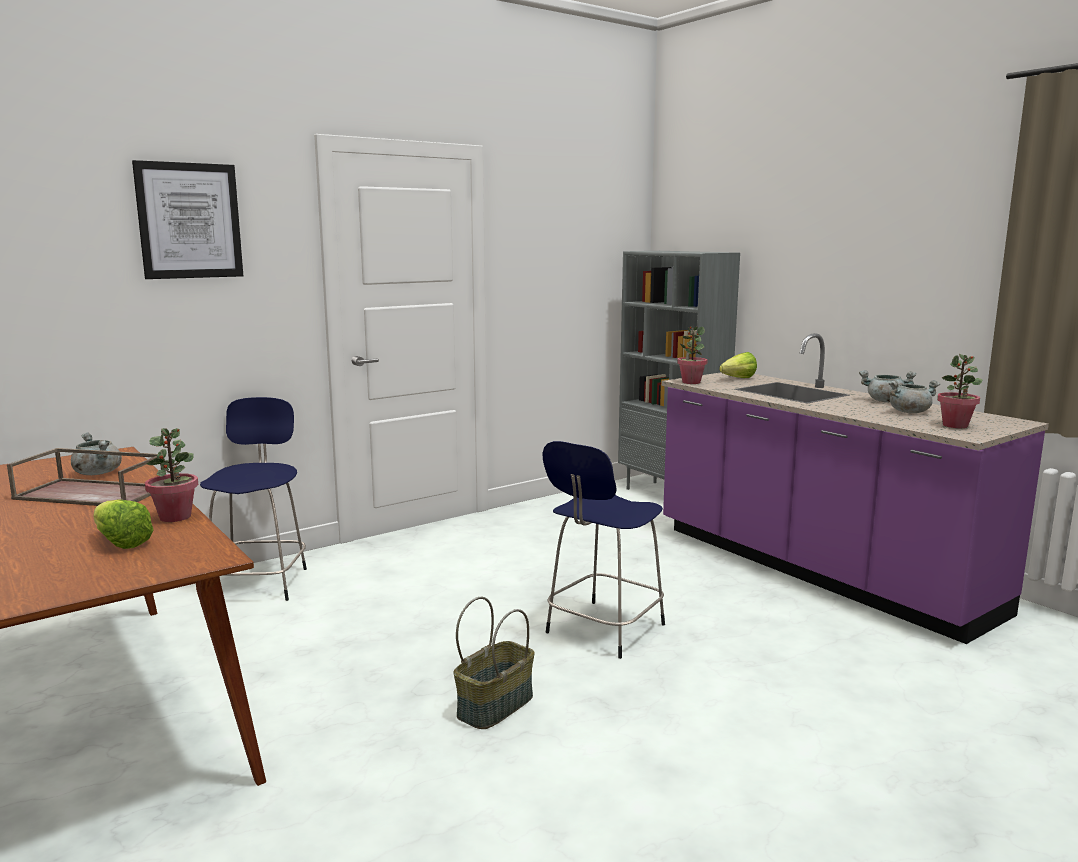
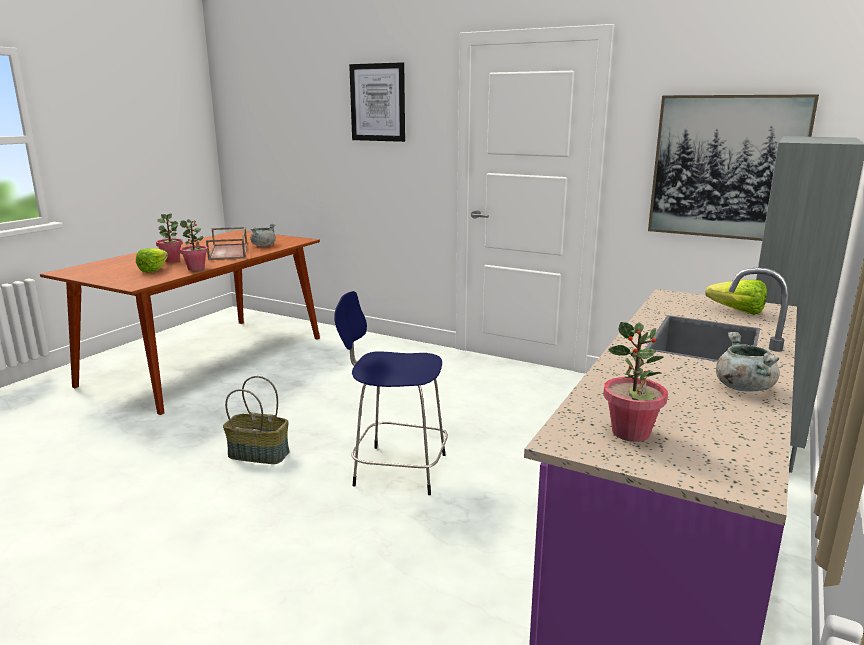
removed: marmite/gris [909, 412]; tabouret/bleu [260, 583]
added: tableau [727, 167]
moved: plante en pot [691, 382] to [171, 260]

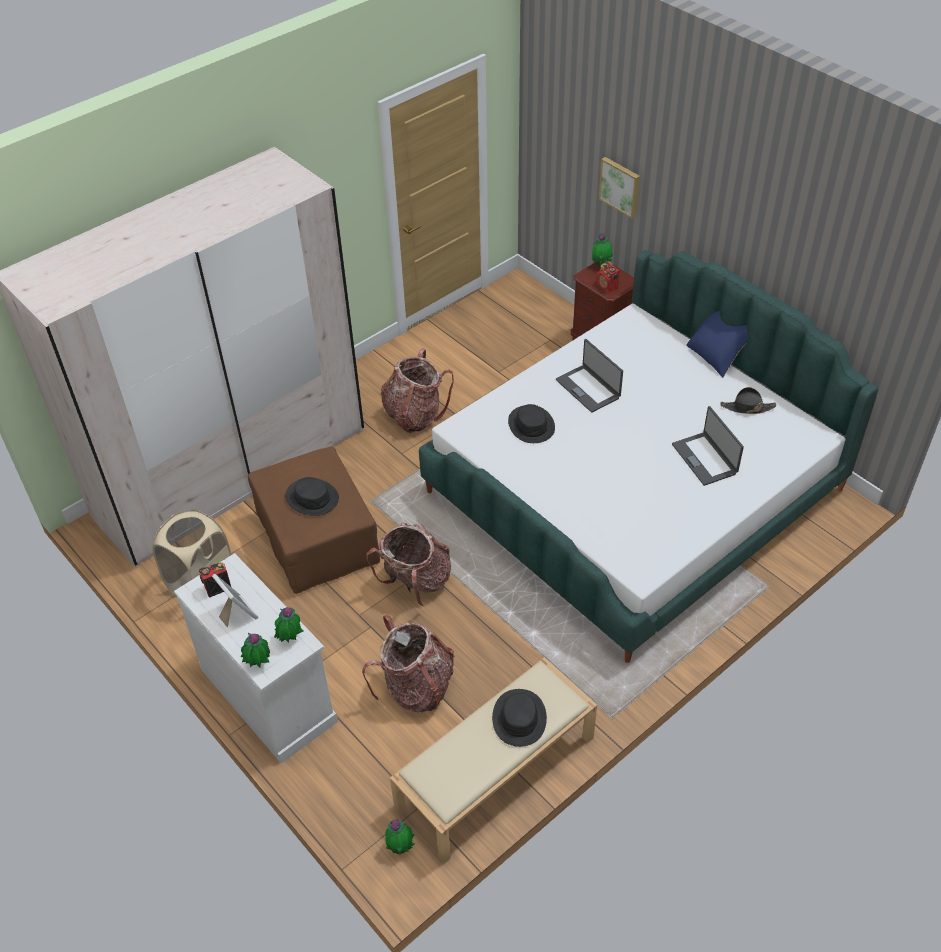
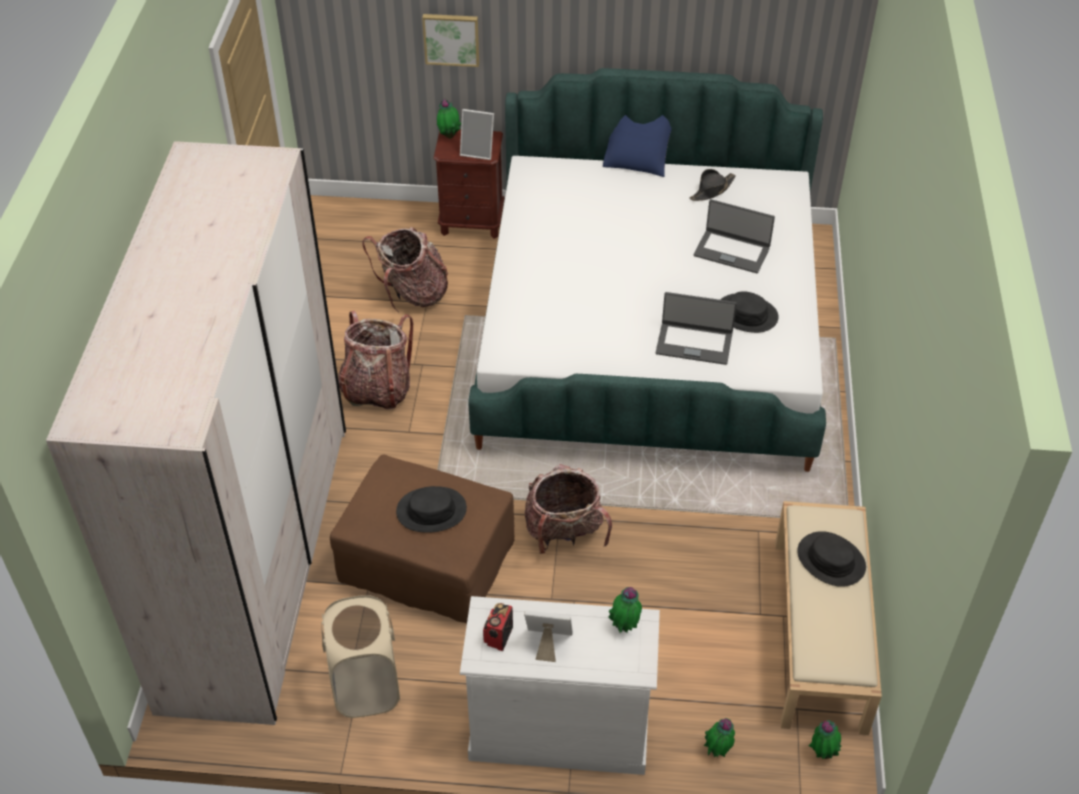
moved: ordinateur portable [588, 388] to [694, 343]; chapeau/noir [531, 425] to [746, 314]; sac à dos [416, 687] to [413, 294]; plante en pot [258, 664] to [717, 751]
replaced: radio [607, 286] to cadre photo [478, 151]

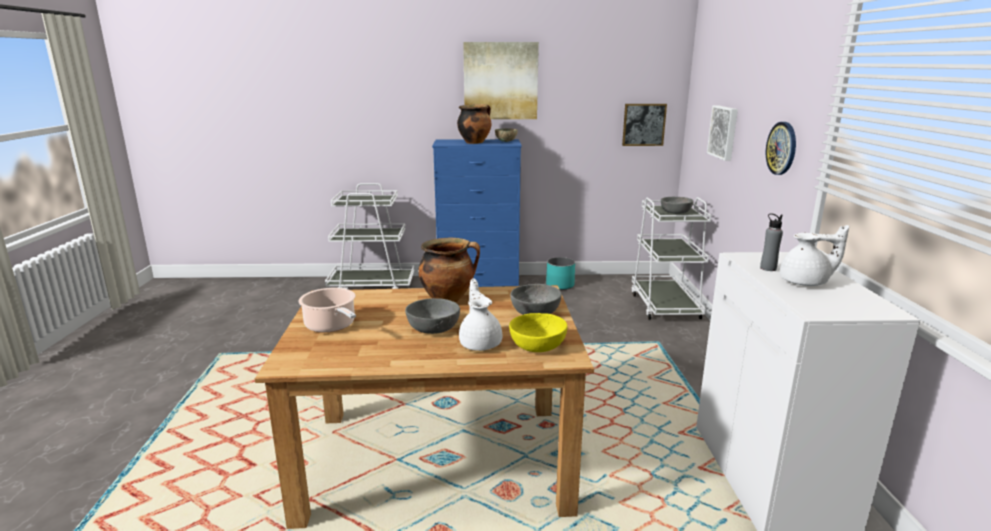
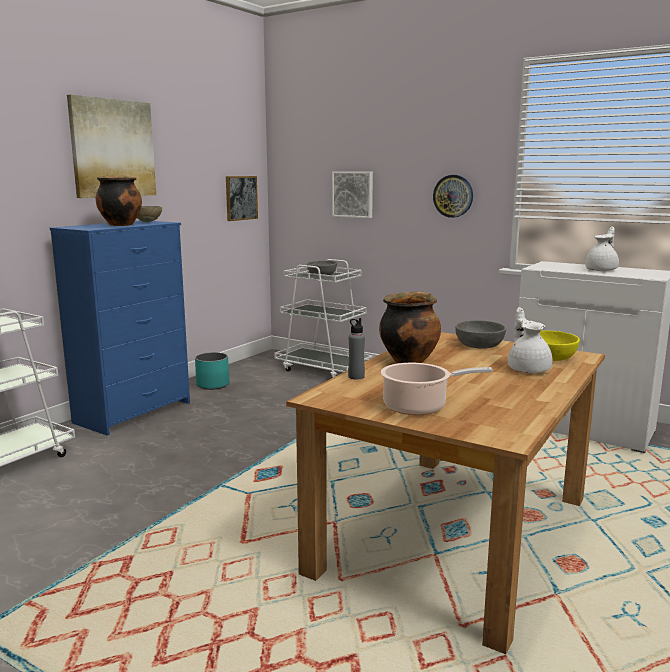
removed: bol/gris [433, 327]
moved: bouteille/gris [768, 268] to [356, 377]
turned: théière/blanc [480, 343] = [528, 369] 60 degrees clockwise

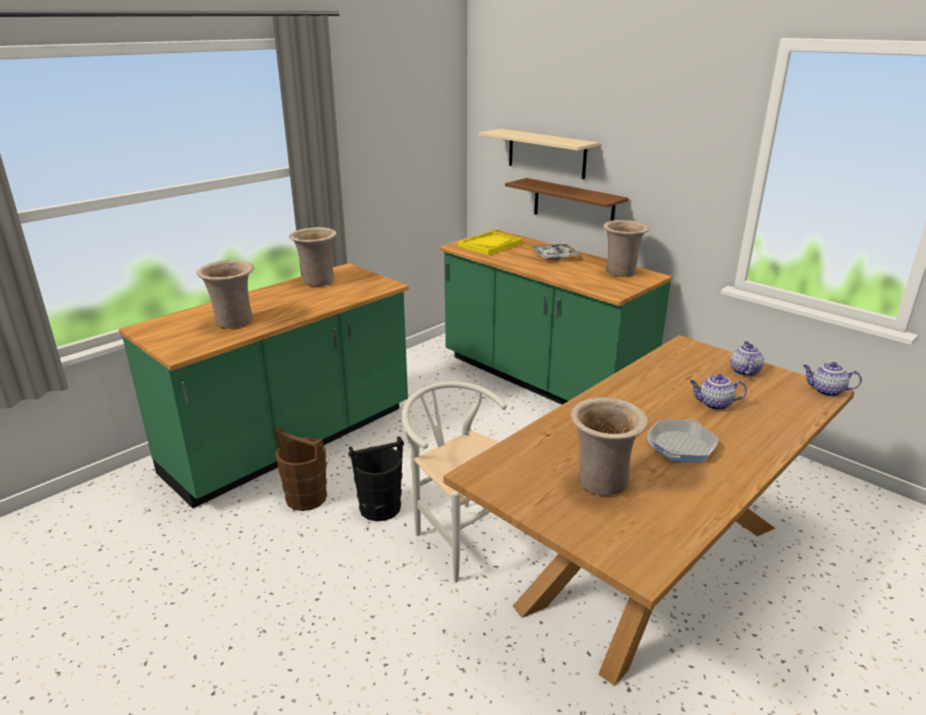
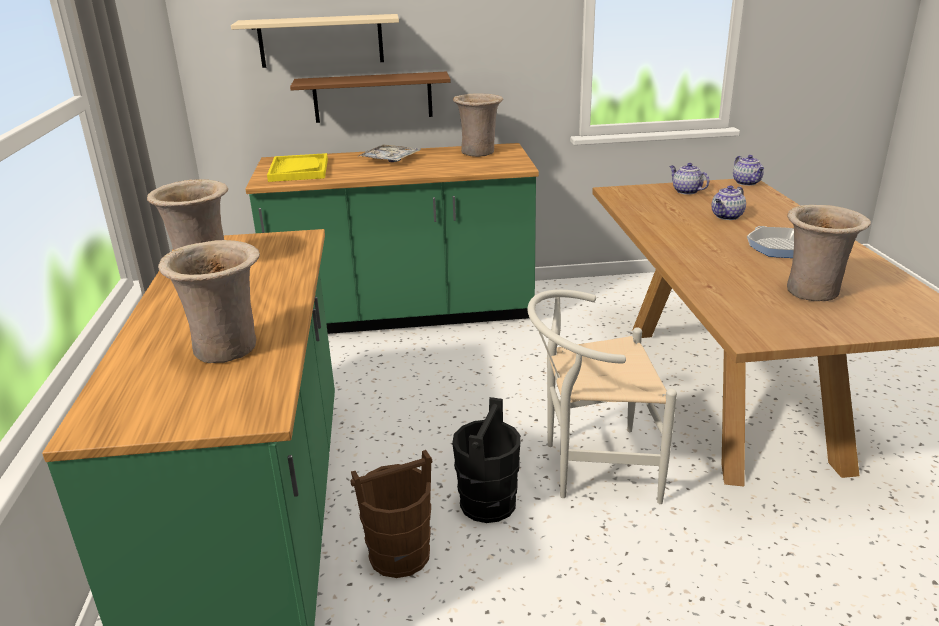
turned: théière [826, 391] = [747, 183] 75 degrees counterclockwise

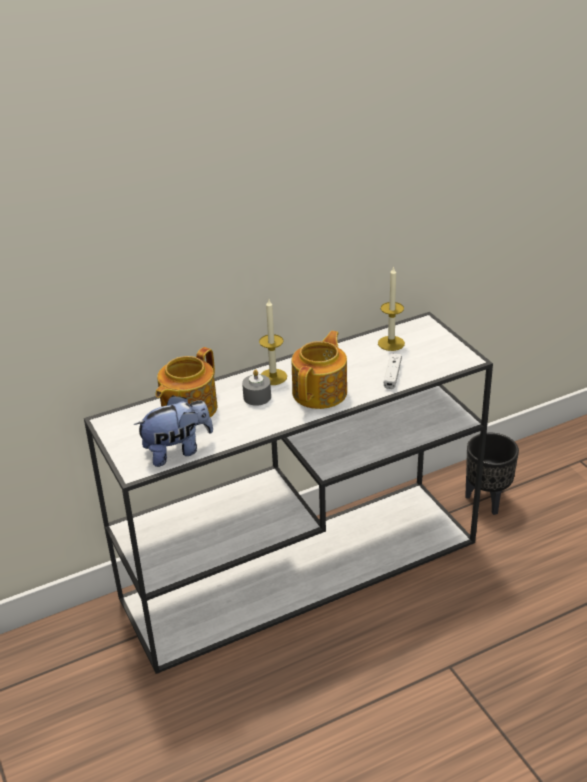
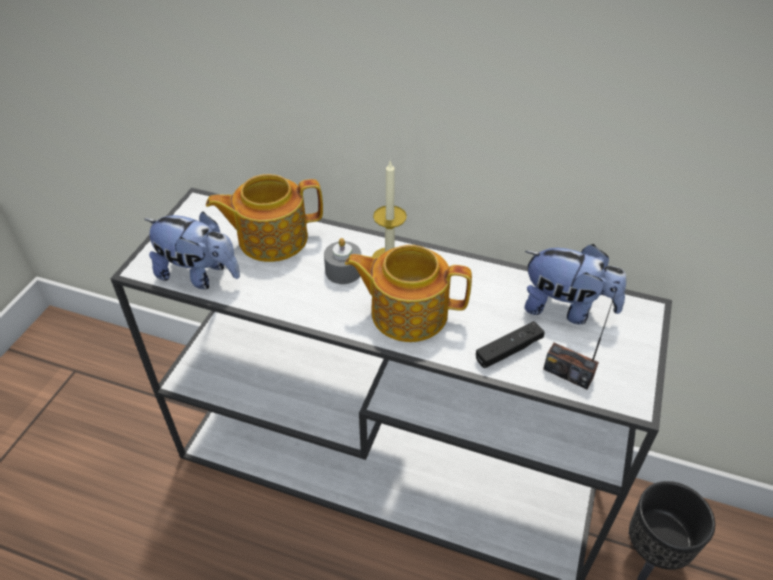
added: radio [568, 373]
replaced: bougie [391, 343] to peluche [566, 309]
recoloured: manette/blanc [392, 375] to manette/noir [508, 350]
turned: théière [321, 392] = [407, 312] 150 degrees counterclockwise

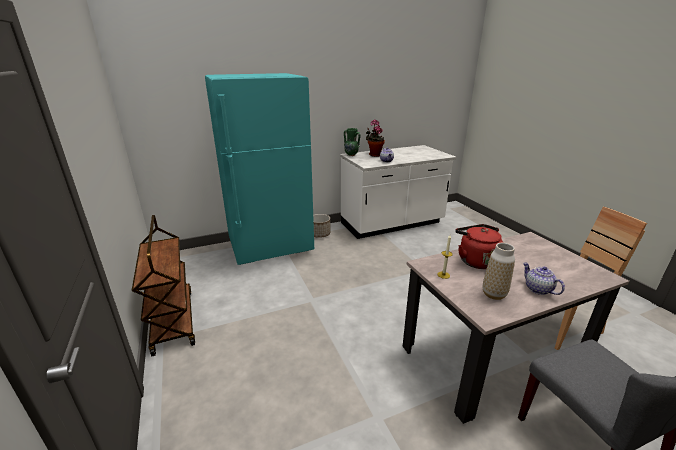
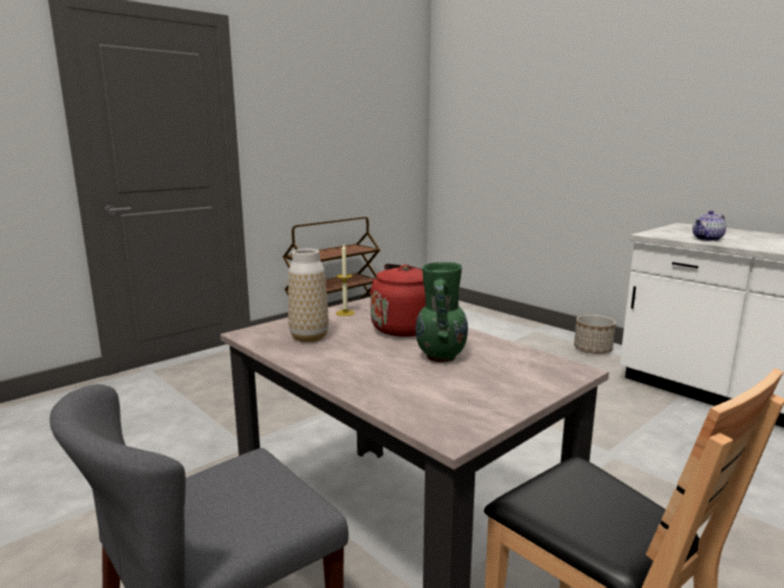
removed: réfrigérateur/turquoise [271, 249]; plante en pot [374, 155]; théière [537, 289]
moved: vase/vert [351, 155] to [440, 358]

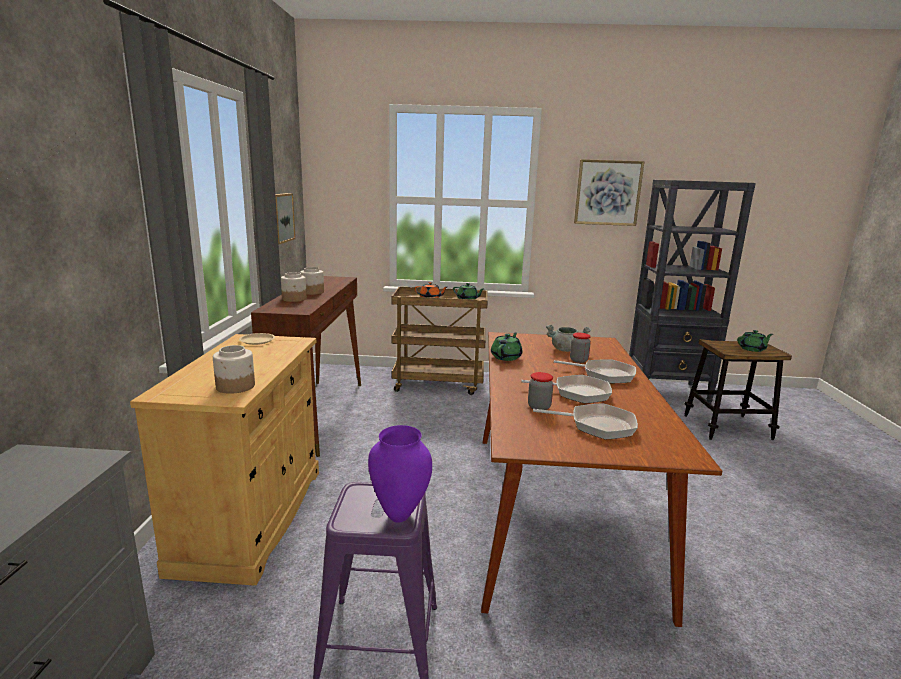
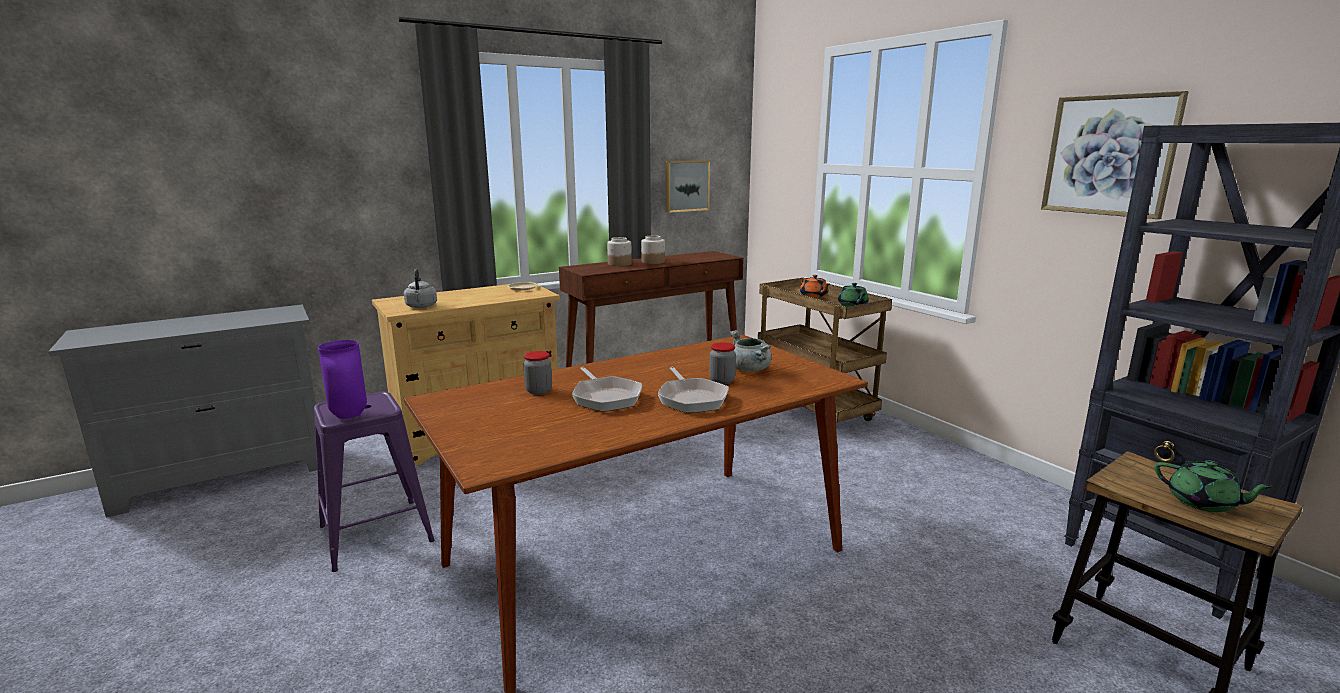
removed: théière/vert [506, 357]; poêle [597, 425]
replaced: bocal [236, 386] to bouilloire/gris [421, 307]

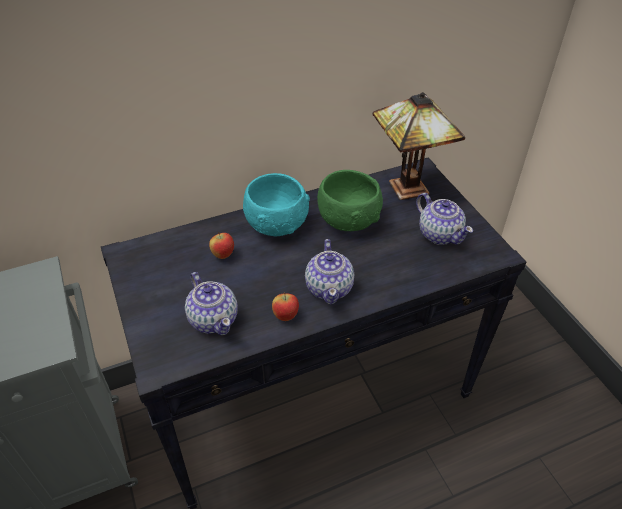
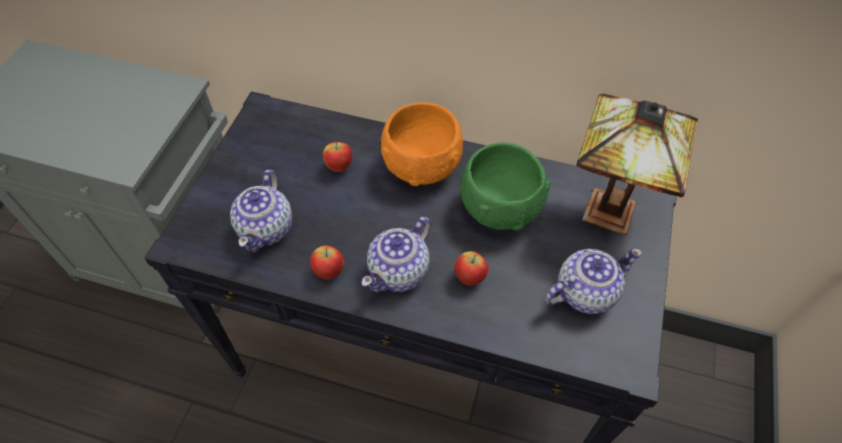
added: pomme [469, 277]
recoloured: bol/turquoise [277, 223] to bol/orange [422, 164]
turned: théière [439, 234] = [584, 292] 120 degrees counterclockwise

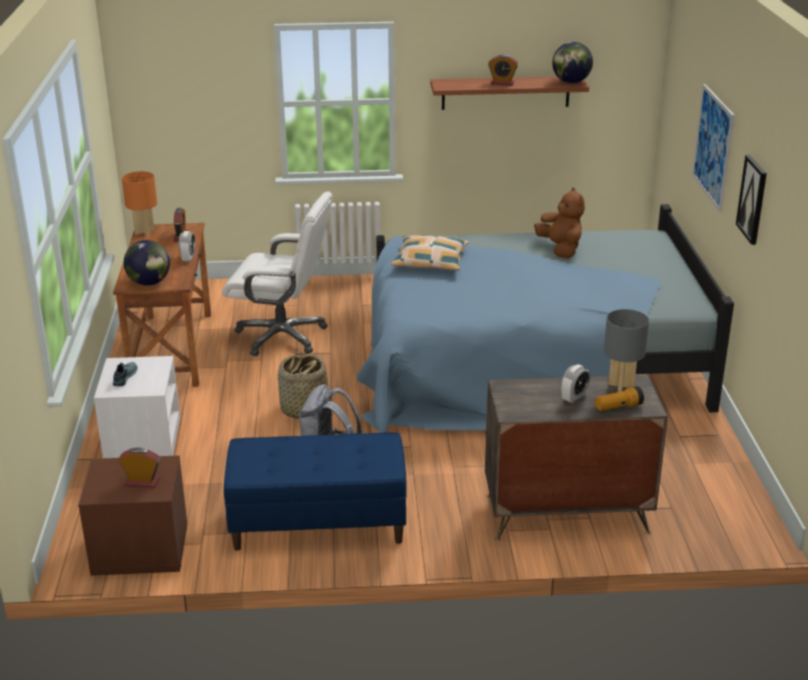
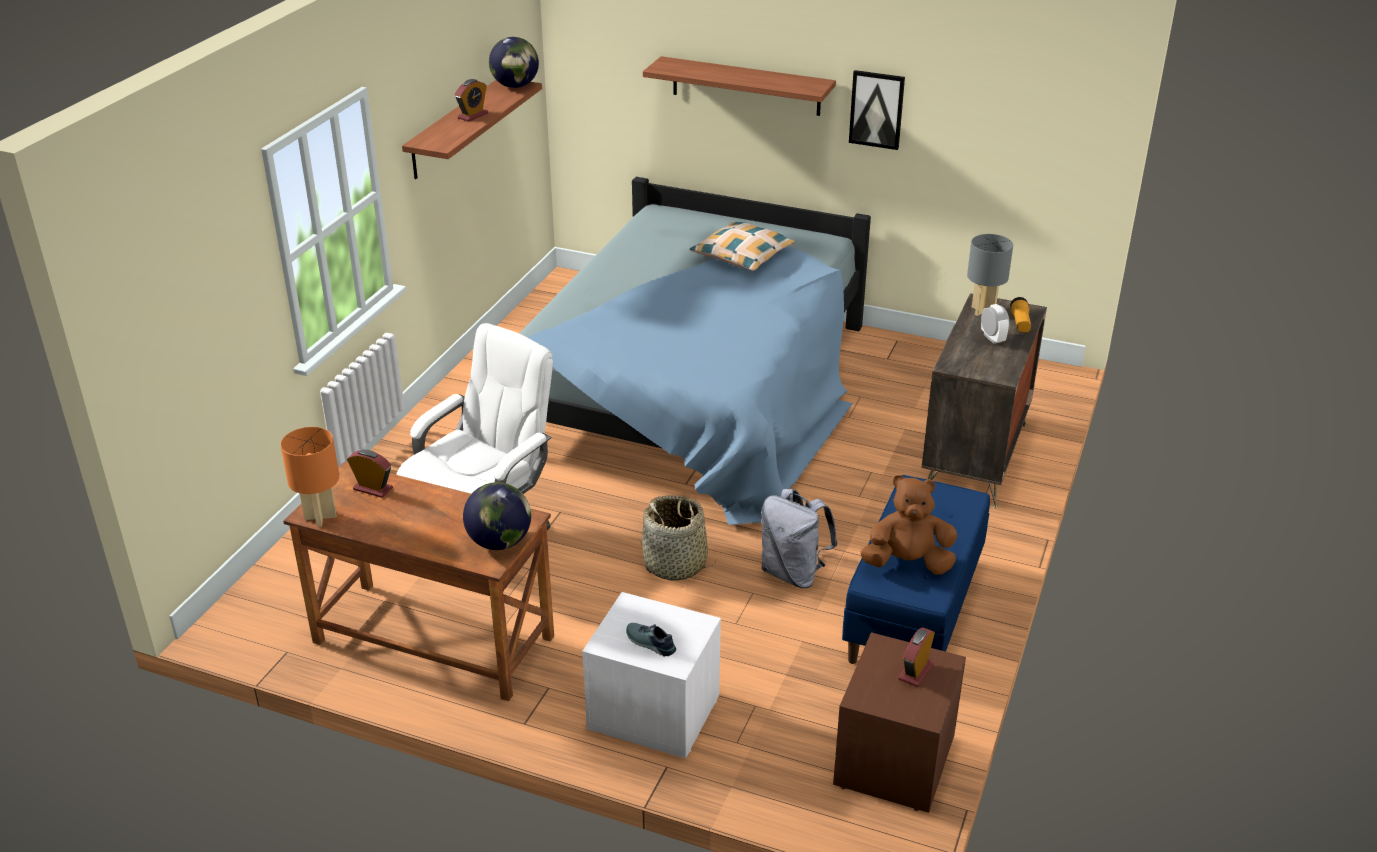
removed: réveil [188, 258]
moved: peluche/marron [560, 249] to [907, 563]; coussin [430, 261] to [742, 255]
replaced: tableau [713, 146] to étagère [746, 86]

